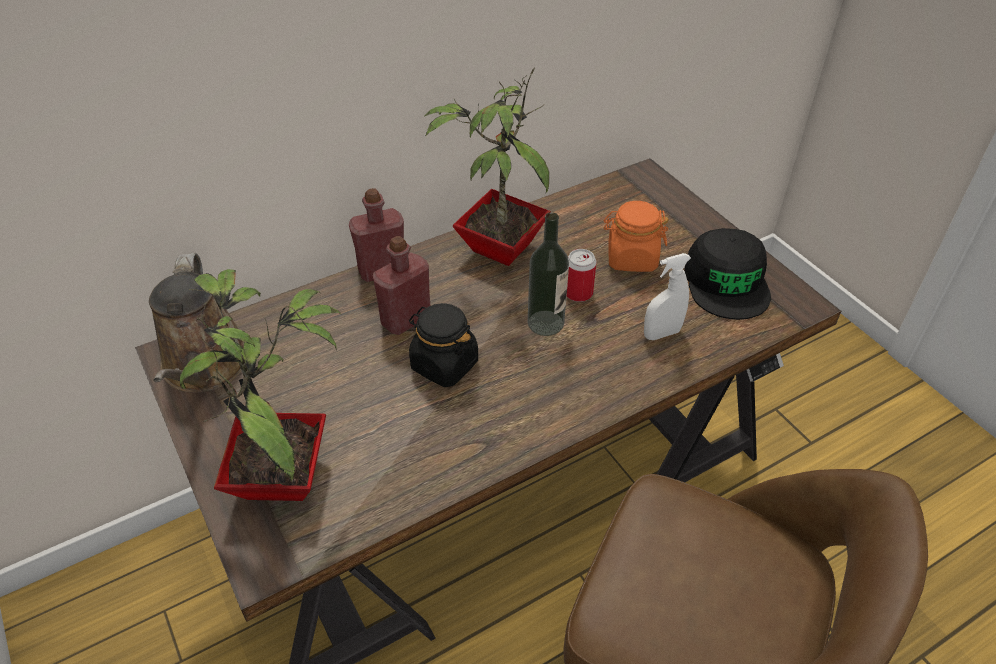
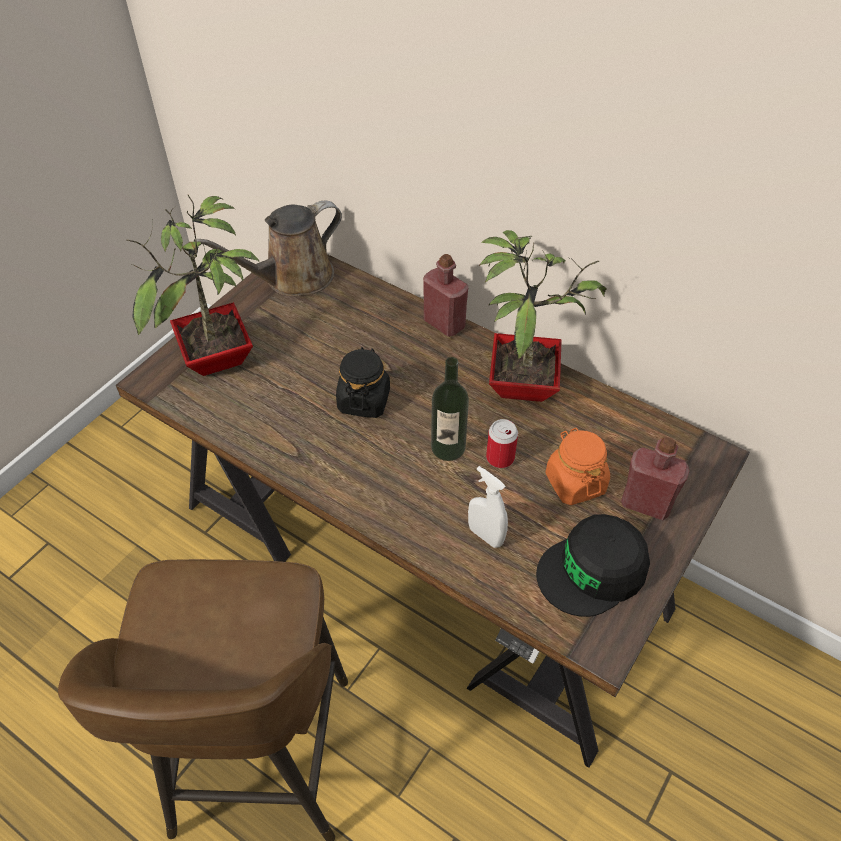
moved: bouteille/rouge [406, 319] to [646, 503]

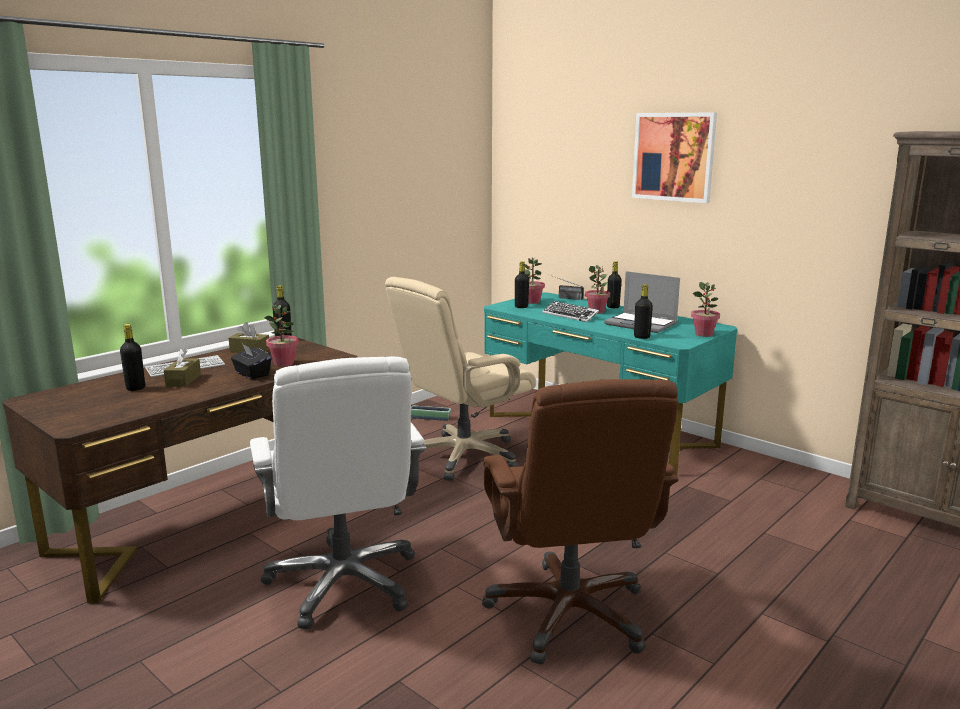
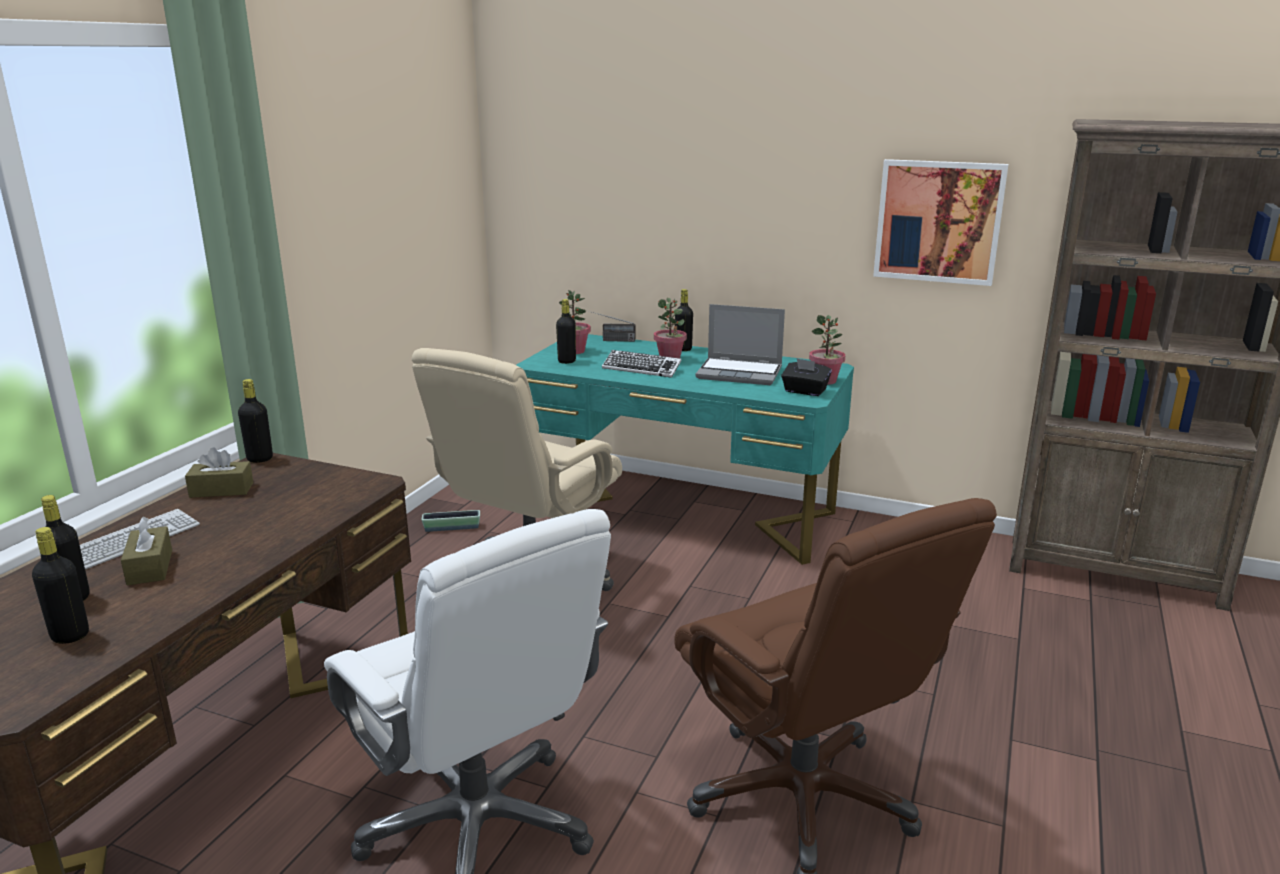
removed: plante en pot [284, 364]
moved: tableau [674, 157] to [938, 221]; bouteille/noir [641, 337] to [70, 635]; boîte à mouchoirs/noir [251, 374] to [804, 391]

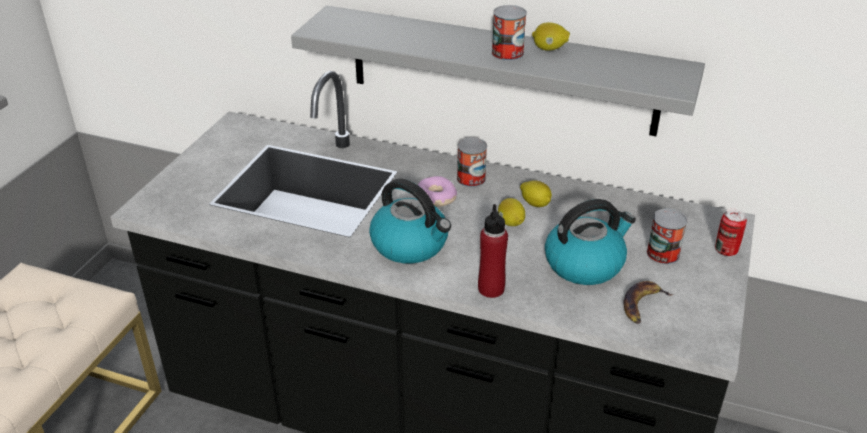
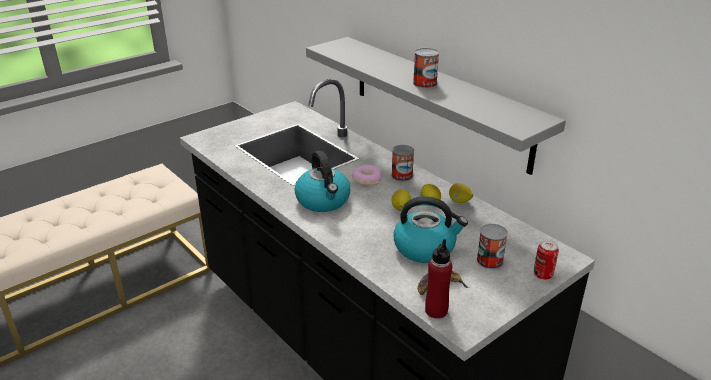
moved: citron [549, 49] to [459, 201]; bouteille/rouge [491, 289] to [436, 310]

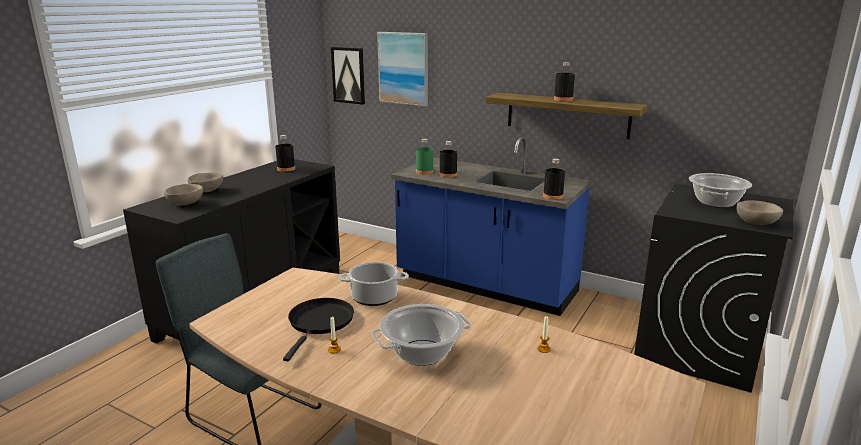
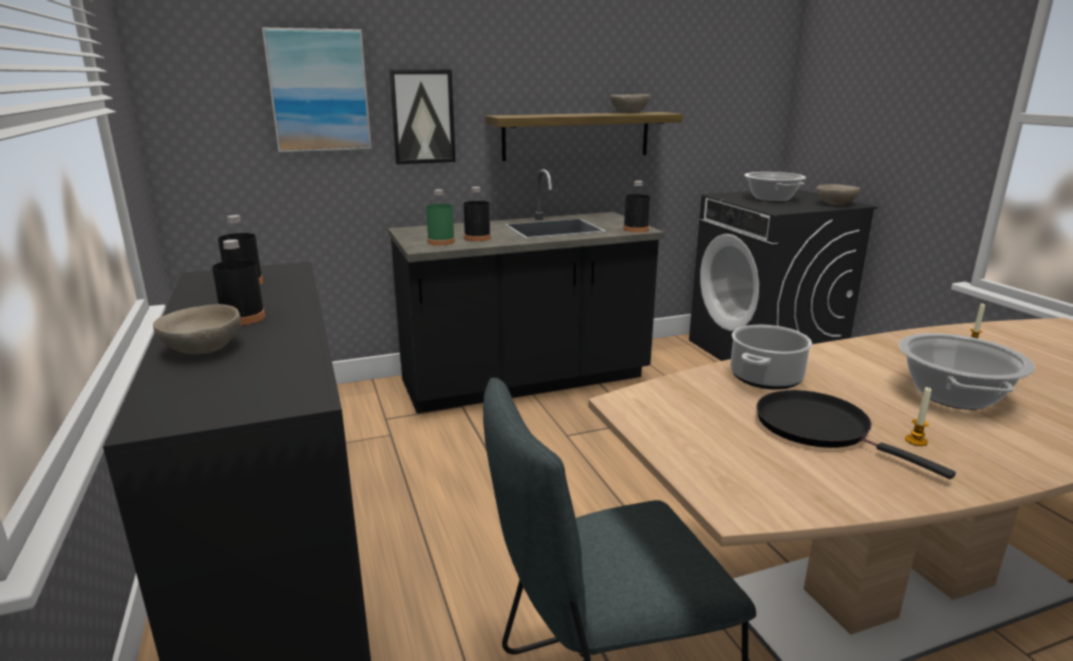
moved: tableau [348, 75] to [422, 117]; bouteille/noir [563, 99] to [243, 318]; bol/beige [186, 203] to [628, 113]
recoloured: comptoir de cuisine/bleu [485, 285] to comptoir de cuisine/noir [525, 382]

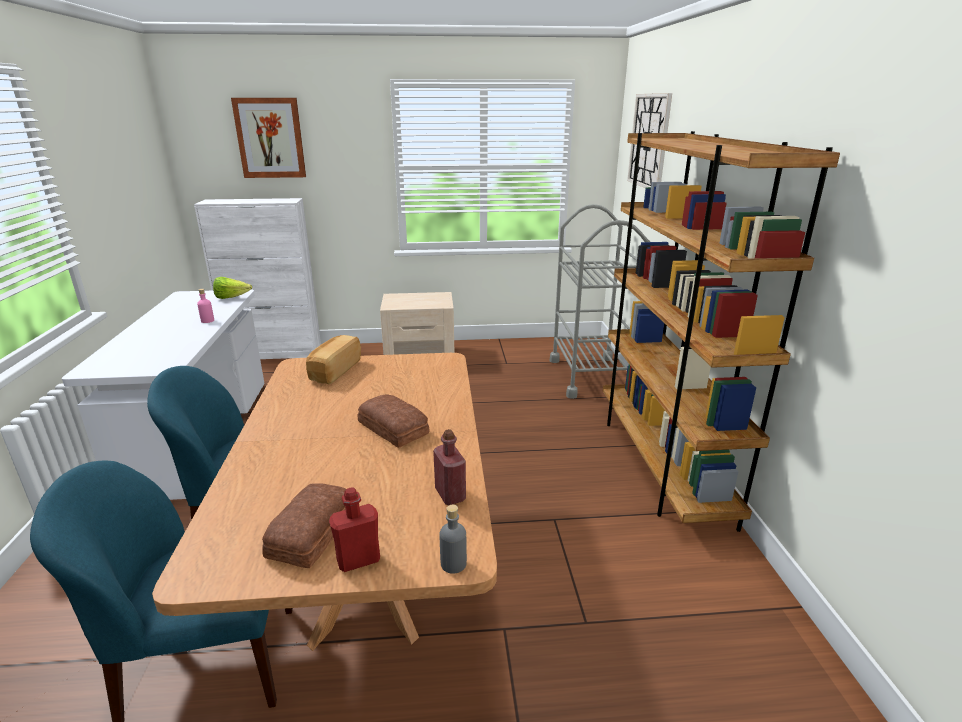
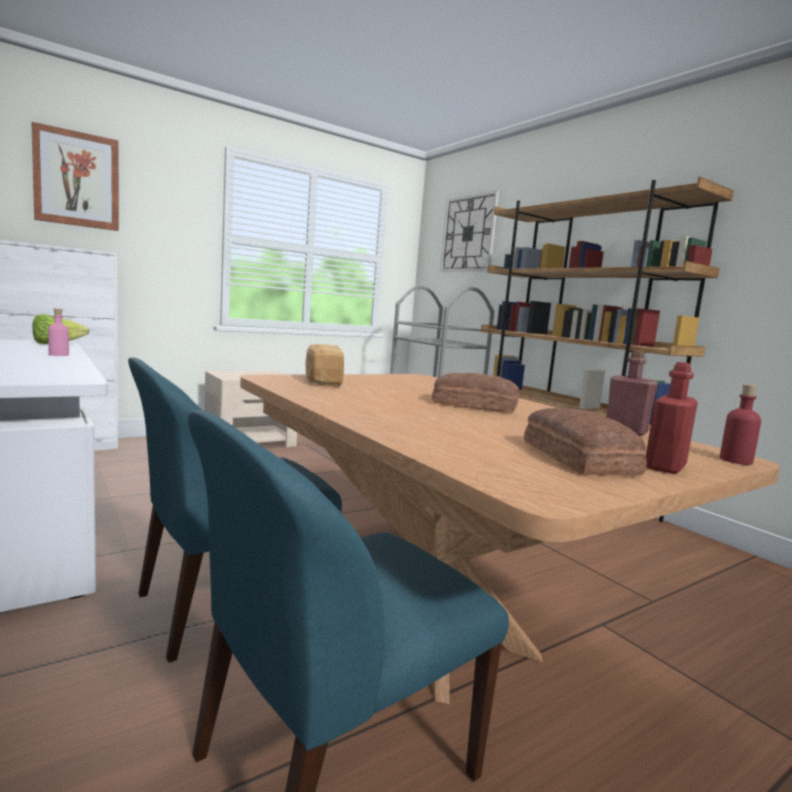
recoloured: bouteille/gris [453, 564] to bouteille/rouge [735, 460]

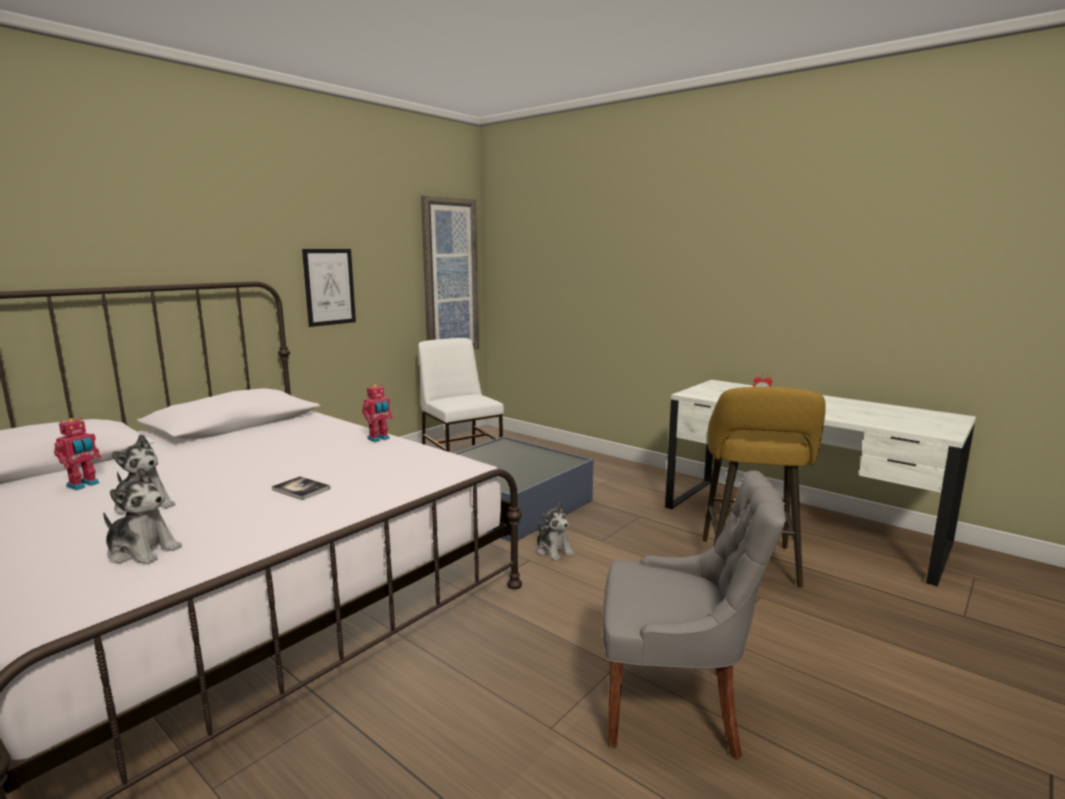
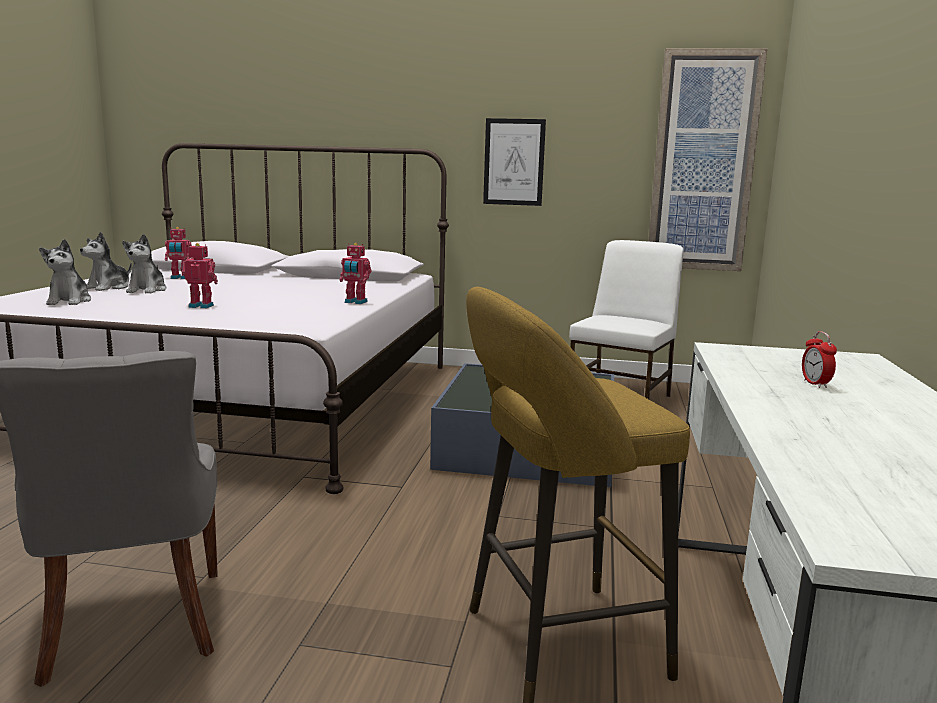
moved: peluche [553, 550] to [108, 287]
replaced: livre [301, 489] to robot jouet [202, 306]

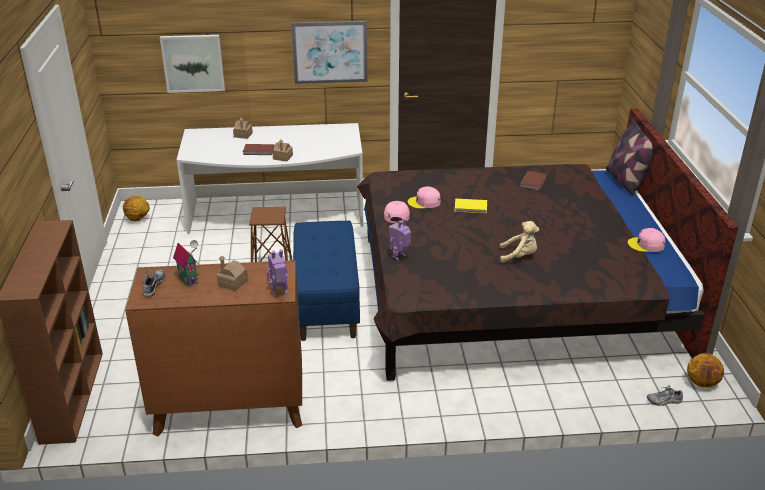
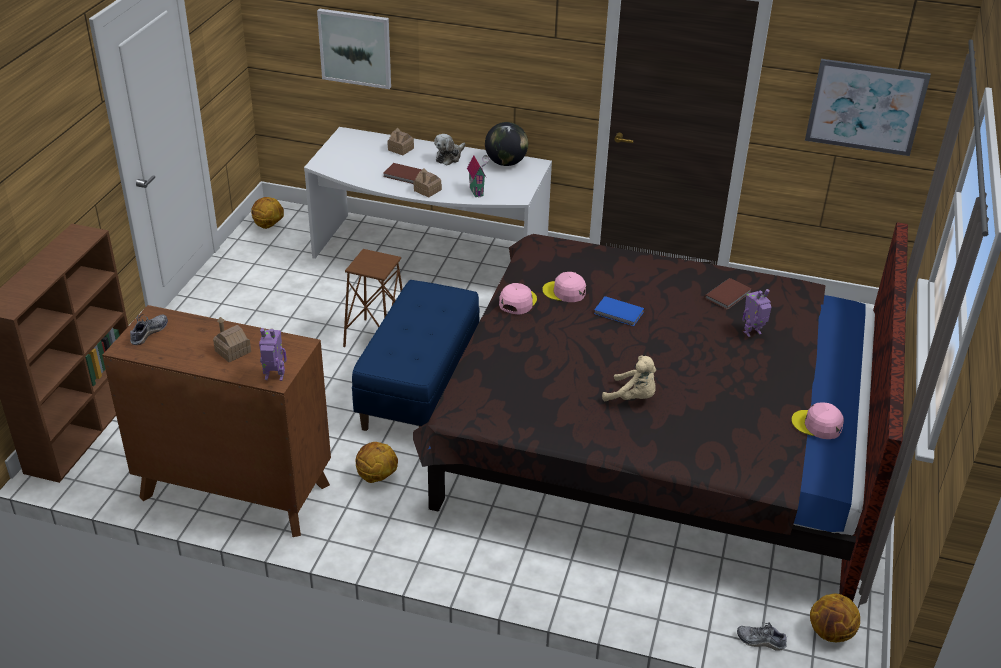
removed: coussin [626, 181]
added: globe [506, 163]; peluche [449, 157]; ballon de basket [376, 477]
moved: tableau [330, 52] to [865, 107]; robot jouet [399, 256] to [753, 333]; maison miniature [190, 279] to [478, 191]
recoloured: livre/jaune [471, 207] to livre/bleu [619, 313]

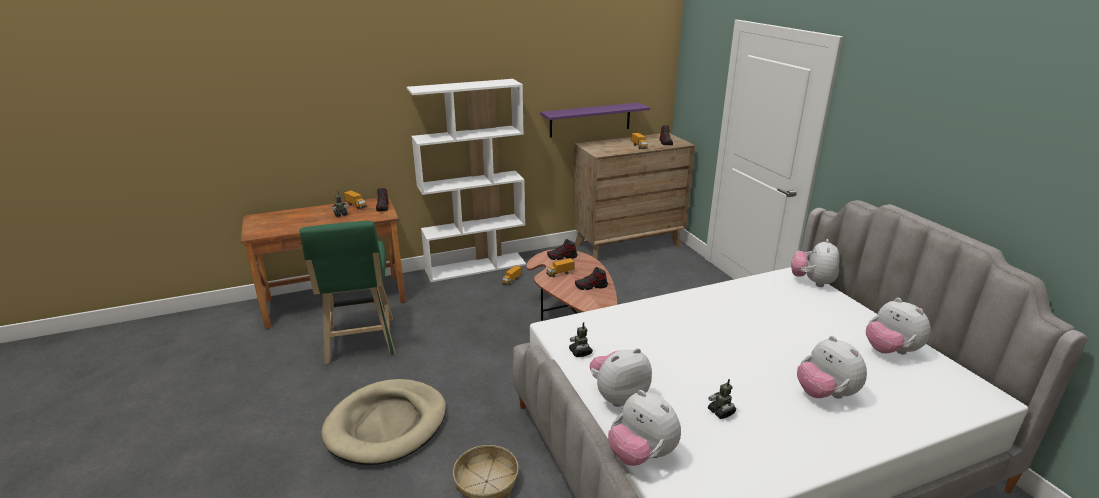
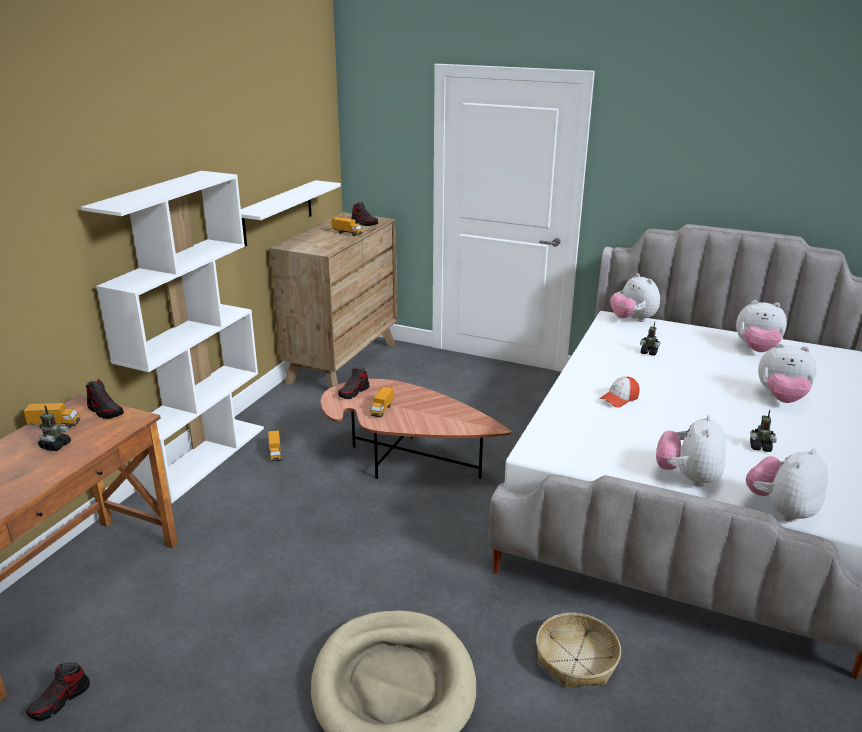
removed: tabouret/vert [360, 343]
added: casquette [619, 399]
moved: chaussure [591, 286] to [60, 701]; robot jouet [580, 352] to [649, 352]
recoloured: étagère/violet [590, 120] to étagère/blanc [278, 212]
turned: peluche [642, 455] = [781, 510] 135 degrees clockwise

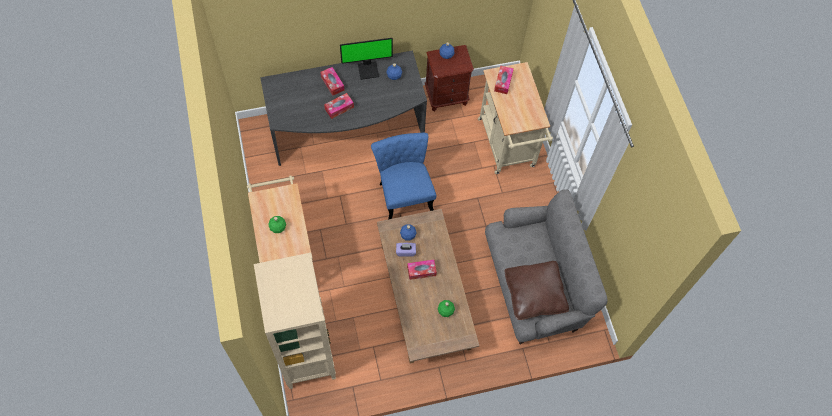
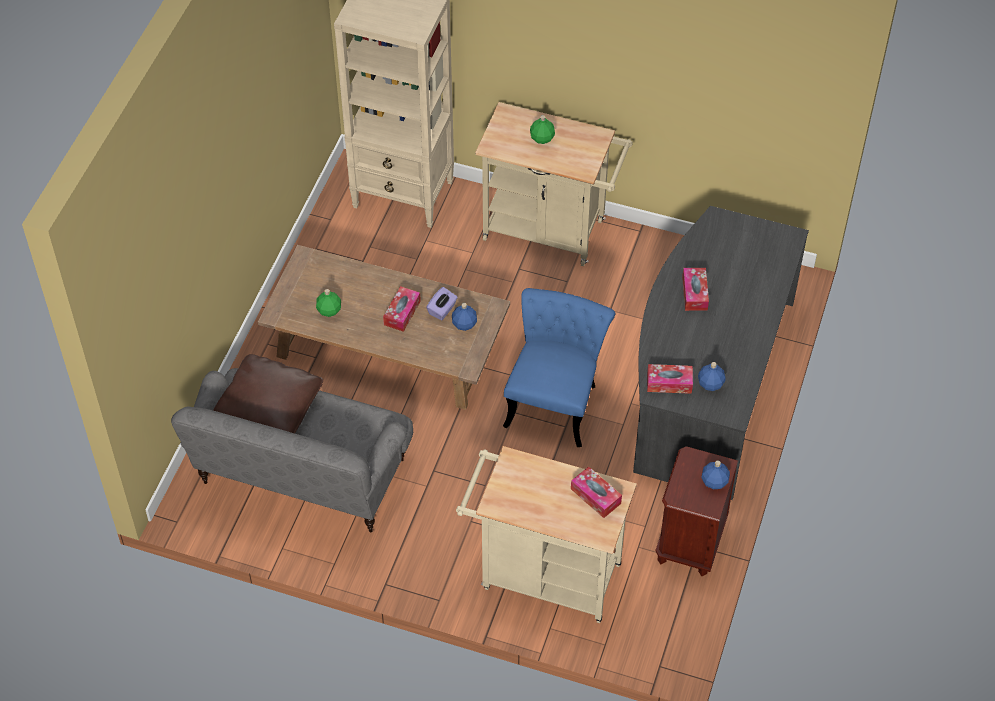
removed: écran d'ordinateur [368, 69]
moved: boîte à mouchoirs [332, 83] to [669, 383]
turned: chaise/bleu [404, 193] = [555, 400] 90 degrees counterclockwise

